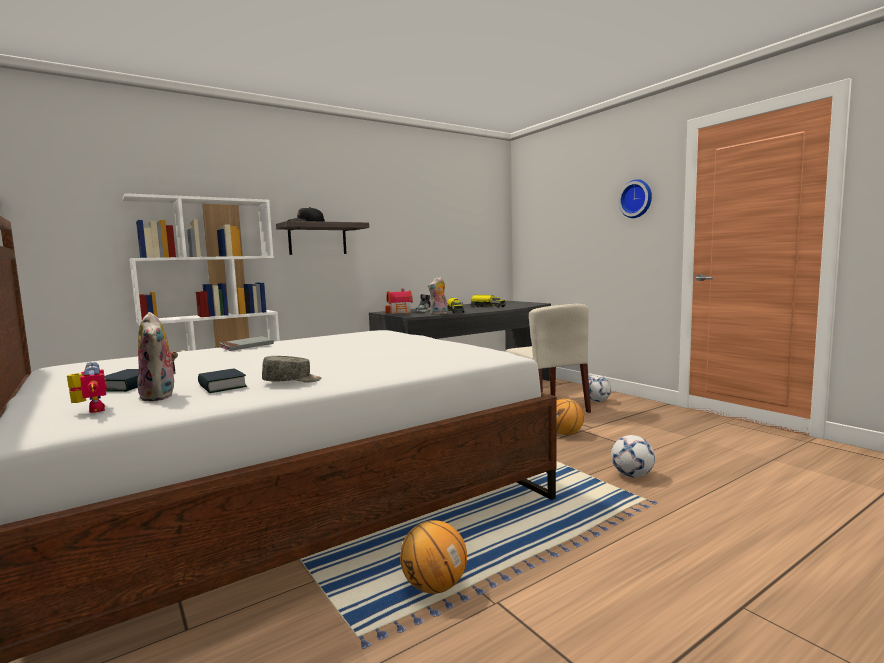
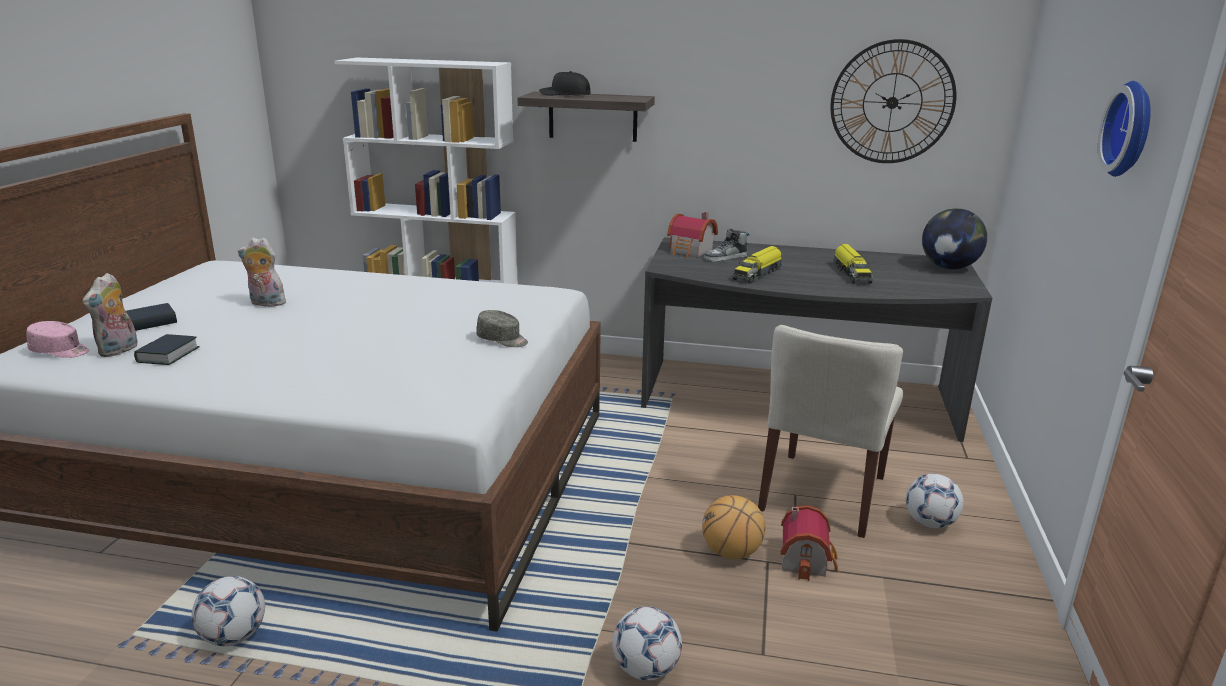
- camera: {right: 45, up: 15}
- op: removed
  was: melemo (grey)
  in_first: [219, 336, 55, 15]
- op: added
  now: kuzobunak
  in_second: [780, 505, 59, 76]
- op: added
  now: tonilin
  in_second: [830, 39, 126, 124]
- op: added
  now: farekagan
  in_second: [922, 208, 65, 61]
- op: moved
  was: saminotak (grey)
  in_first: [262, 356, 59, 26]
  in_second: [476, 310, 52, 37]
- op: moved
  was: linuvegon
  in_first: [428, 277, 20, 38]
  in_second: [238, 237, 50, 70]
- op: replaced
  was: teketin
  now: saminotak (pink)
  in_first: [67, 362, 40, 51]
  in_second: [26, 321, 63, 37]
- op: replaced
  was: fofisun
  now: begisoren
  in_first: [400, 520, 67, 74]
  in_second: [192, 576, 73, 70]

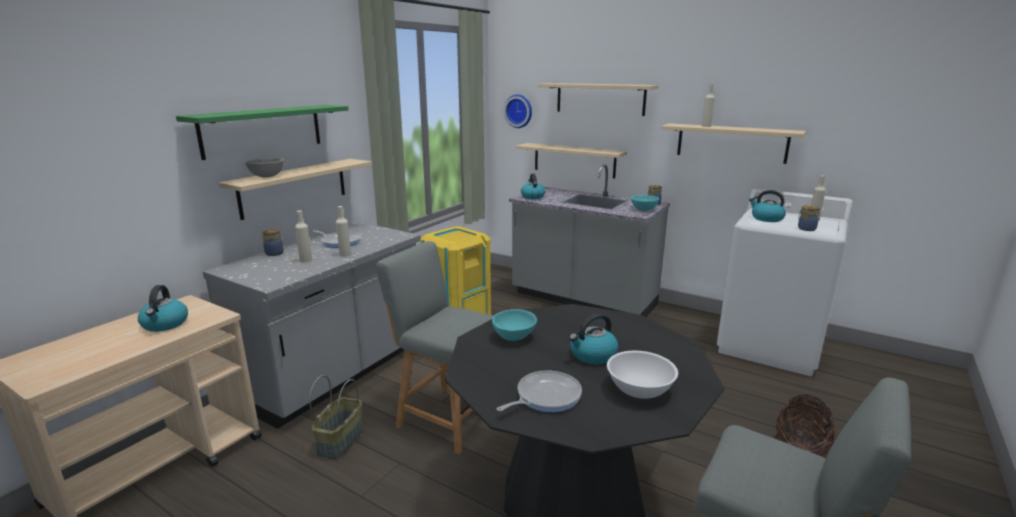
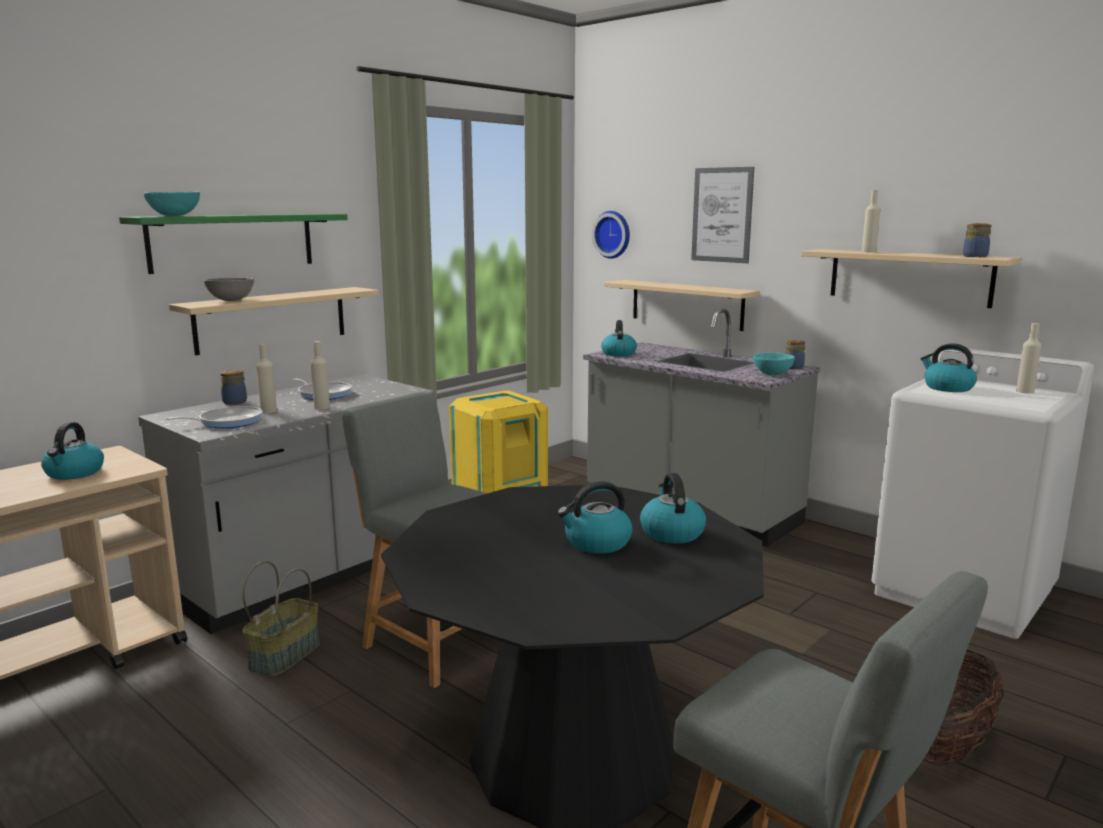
- camera: {right: 10, up: -5}
- op: removed
  was: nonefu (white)
  in_first: [607, 351, 71, 48]
- op: added
  now: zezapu
  in_second: [640, 473, 66, 71]
- op: moved
  was: nonefu (turquoise)
  in_first: [492, 309, 45, 32]
  in_second: [144, 191, 56, 25]
- op: moved
  was: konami
  in_first: [497, 371, 85, 41]
  in_second: [165, 406, 98, 22]
- op: moved
  was: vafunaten
  in_first: [798, 205, 22, 26]
  in_second: [963, 223, 28, 34]
- op: replaced
  was: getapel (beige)
  now: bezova
  in_first: [538, 83, 120, 33]
  in_second: [691, 167, 63, 96]

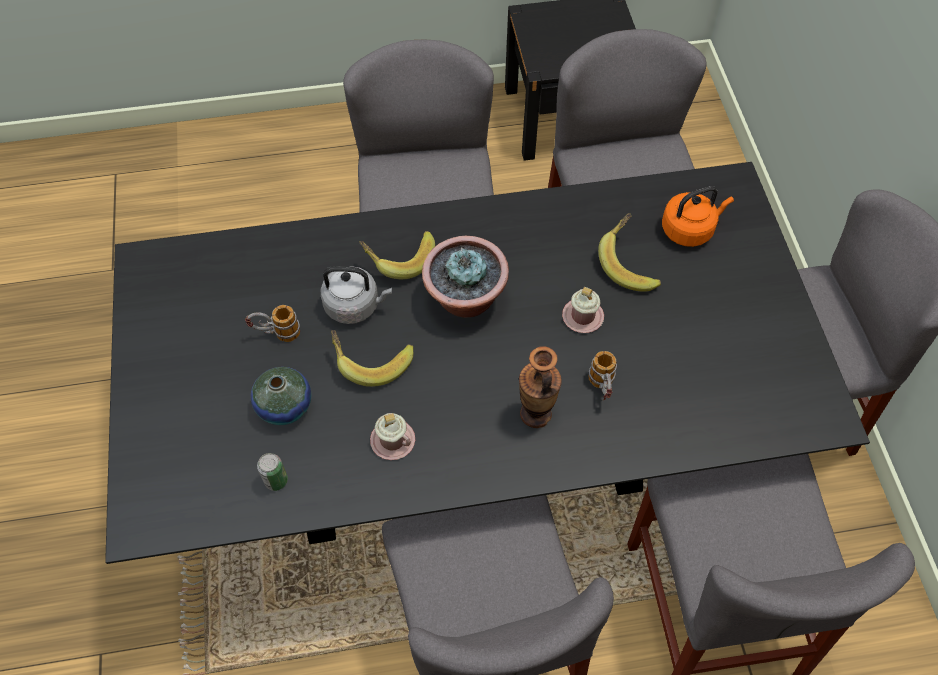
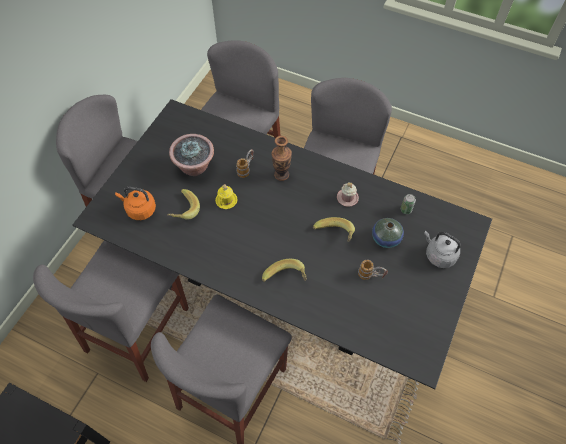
- camera: {right: -145, up: 0}
- op: moved
  was: zezapu (grey)
  in_first: [321, 266, 71, 58]
  in_second: [424, 231, 37, 37]
- op: moved
  was: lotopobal
  in_first: [422, 236, 87, 82]
  in_second: [169, 134, 45, 42]
- op: recoloured
  was: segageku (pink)
  now: segageku (yellow)
  in_first: [562, 287, 42, 46]
  in_second: [215, 184, 23, 25]

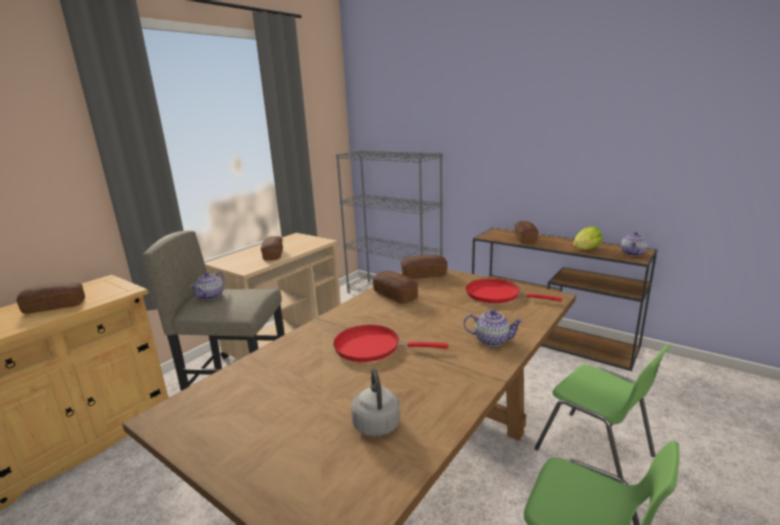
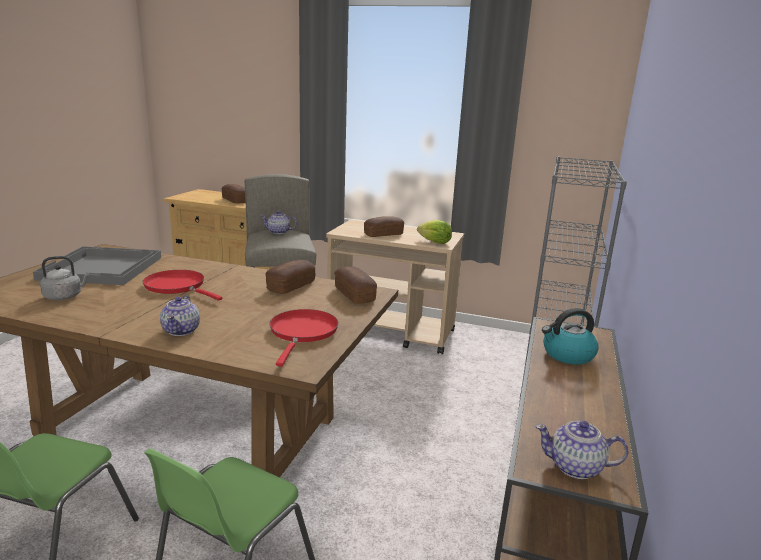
- camera: {right: 70, up: 0}
- op: added
  now: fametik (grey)
  in_second: [33, 246, 128, 39]
- op: moved
  was: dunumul
  in_first: [573, 226, 30, 24]
  in_second: [417, 220, 35, 24]
- op: replaced
  was: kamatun
  now: zezapu
  in_first: [514, 221, 25, 23]
  in_second: [542, 308, 57, 57]
- op: turned
  was: konami (red)
  in_first: [333, 325, 115, 37]
  in_second: [143, 270, 79, 31]
  clockwise: -45

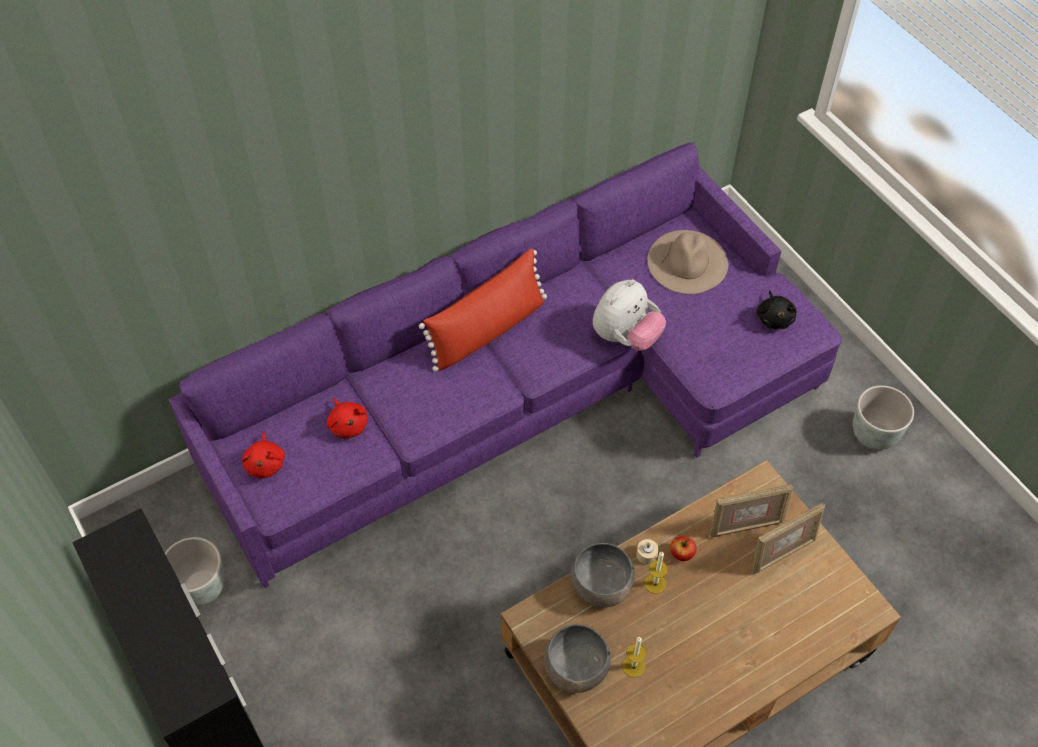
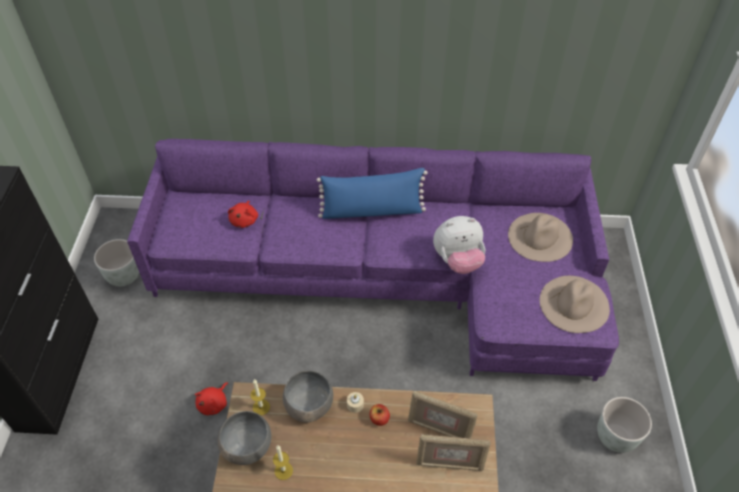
- camera: {right: 35, up: -5}
- op: moved
  was: linuvegon (red)
  in_first: [242, 433, 43, 45]
  in_second: [195, 382, 33, 33]
- op: moved
  was: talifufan
  in_first: [644, 552, 24, 42]
  in_second: [250, 379, 20, 36]
- op: replaced
  was: linuvegon (black)
  now: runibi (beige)
  in_first: [757, 291, 40, 38]
  in_second: [540, 276, 70, 57]
- op: recoloured
  was: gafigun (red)
  now: gafigun (blue)
  in_first: [419, 248, 128, 124]
  in_second: [317, 168, 110, 51]

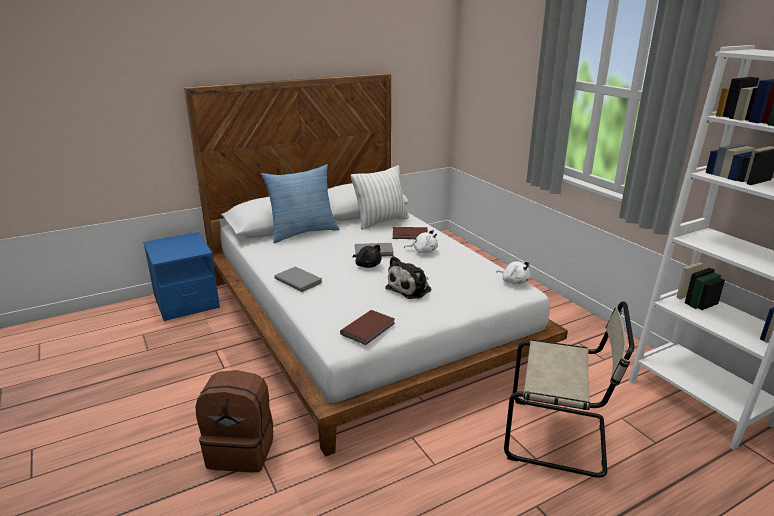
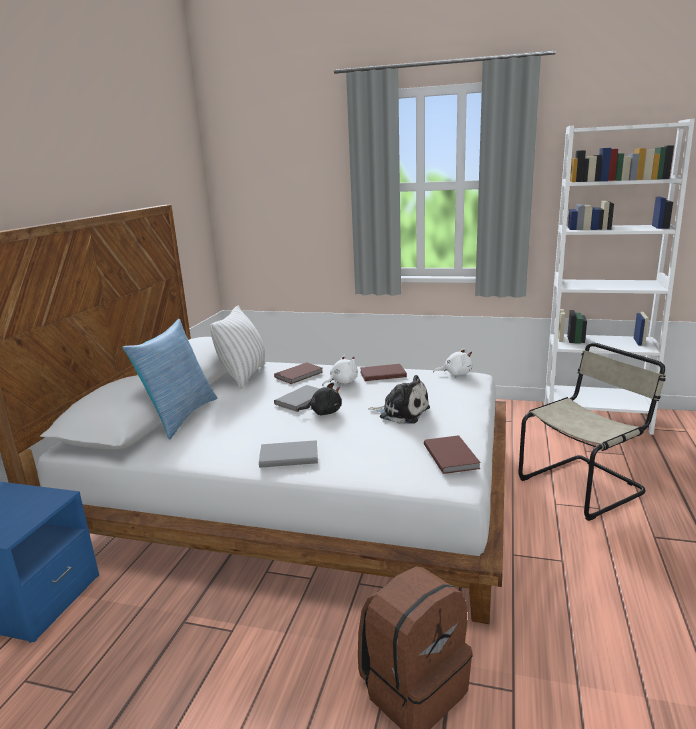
- camera: {right: -45, up: -5}
- op: added
  now: melemo (brown)
  in_second: [360, 364, 47, 17]
- op: turned
  was: linuvegon
  in_first: [385, 256, 46, 43]
  in_second: [368, 375, 62, 49]
  clockwise: -60

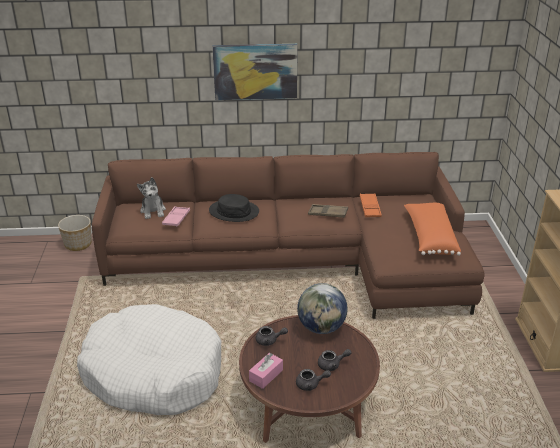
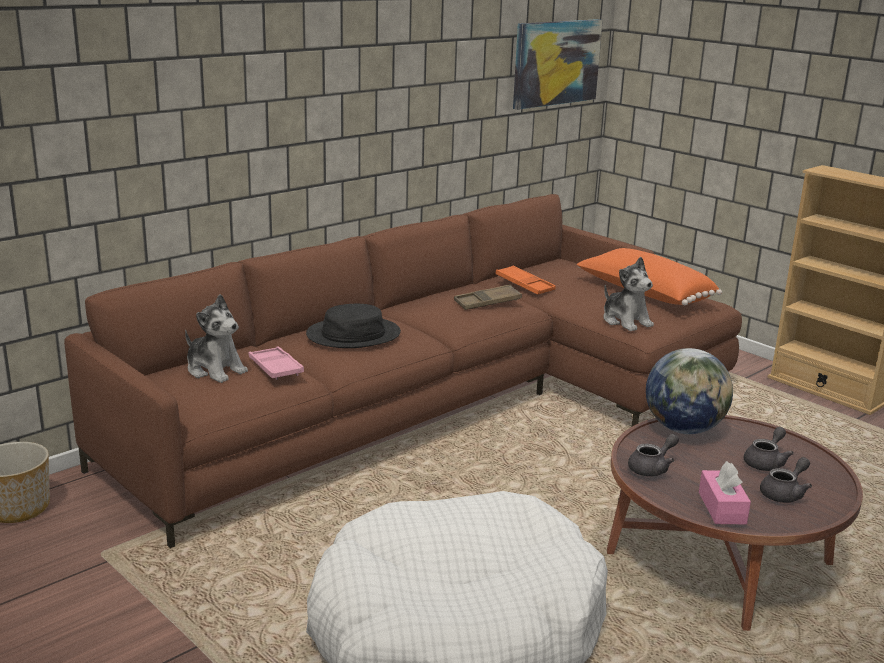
- camera: {right: -40, up: -10}
- op: added
  now: linuvegon
  in_second: [603, 257, 51, 74]
- op: moved
  was: bezova
  in_first: [212, 44, 86, 56]
  in_second: [513, 19, 90, 91]

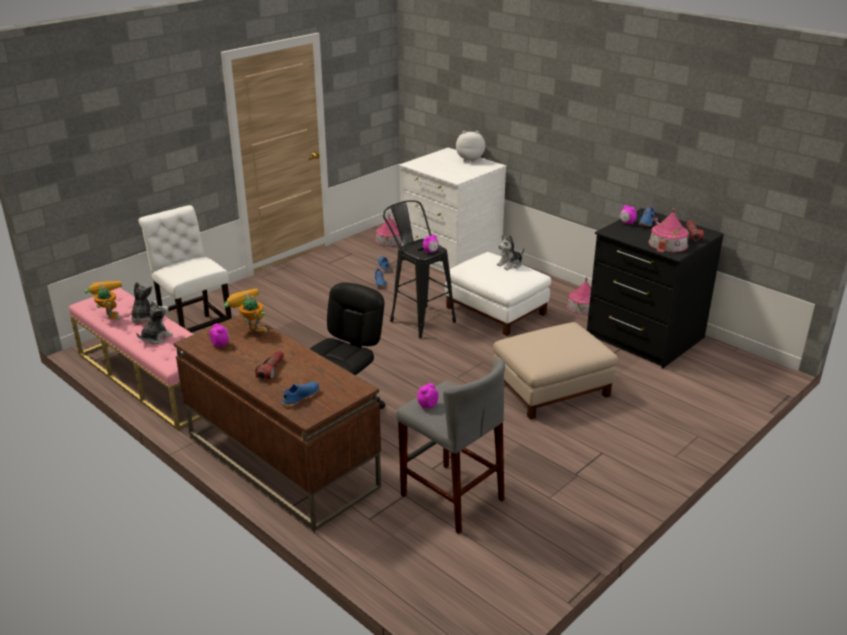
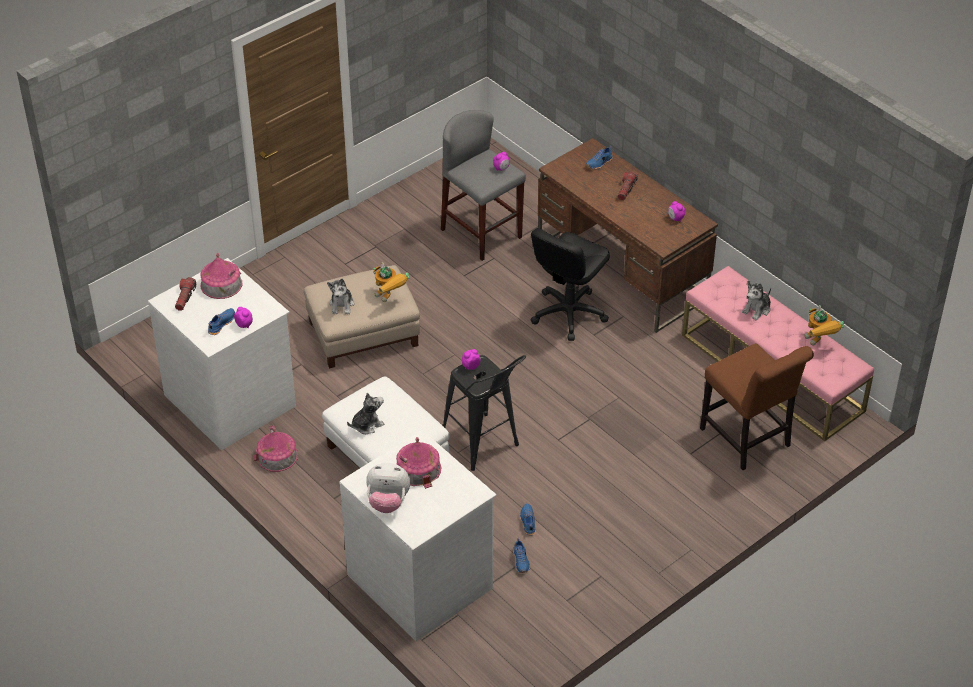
- camera: {right: -175, up: 15}
- op: moved
  was: linuvegon
  in_first: [131, 282, 21, 41]
  in_second: [327, 278, 28, 36]
- op: moved
  was: teketin
  in_first: [224, 289, 43, 43]
  in_second: [373, 262, 37, 40]
- op: moved
  was: kuzobunak
  in_first: [375, 214, 27, 33]
  in_second: [396, 437, 45, 52]
- op: recoloured
  was: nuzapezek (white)
  now: nuzapezek (brown)
  in_first: [138, 205, 94, 128]
  in_second: [700, 343, 114, 127]
- op: recoloured
  was: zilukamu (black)
  now: zilukamu (white)
  in_first: [587, 208, 137, 160]
  in_second: [148, 258, 148, 192]

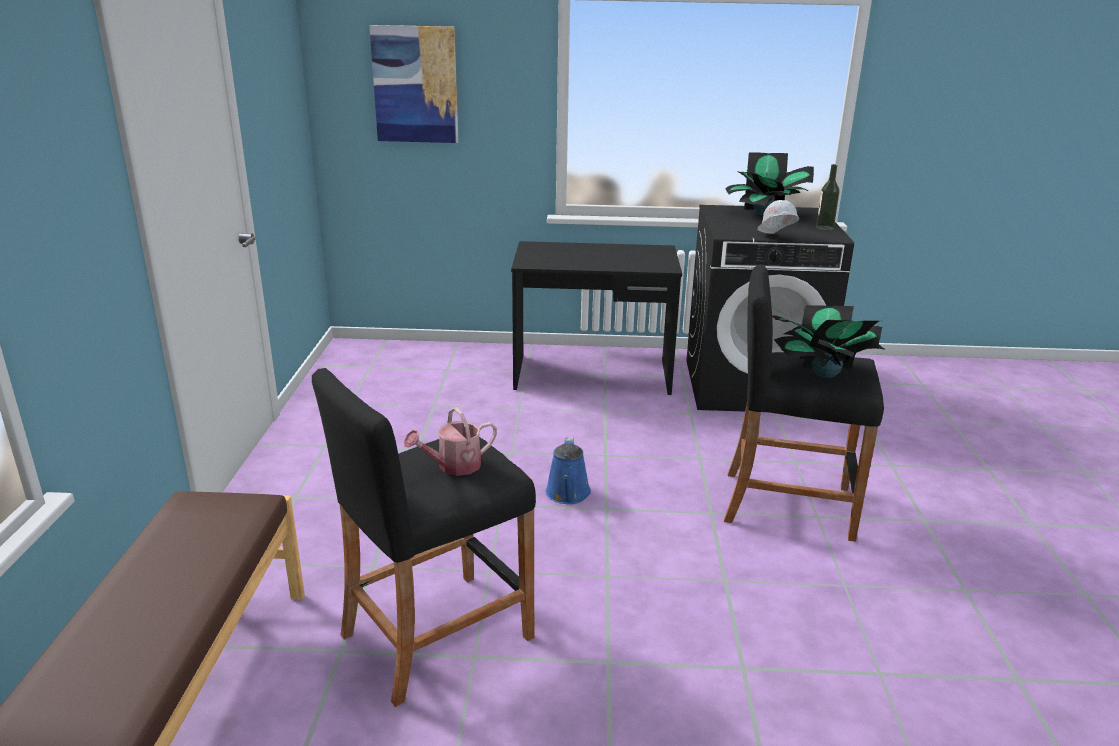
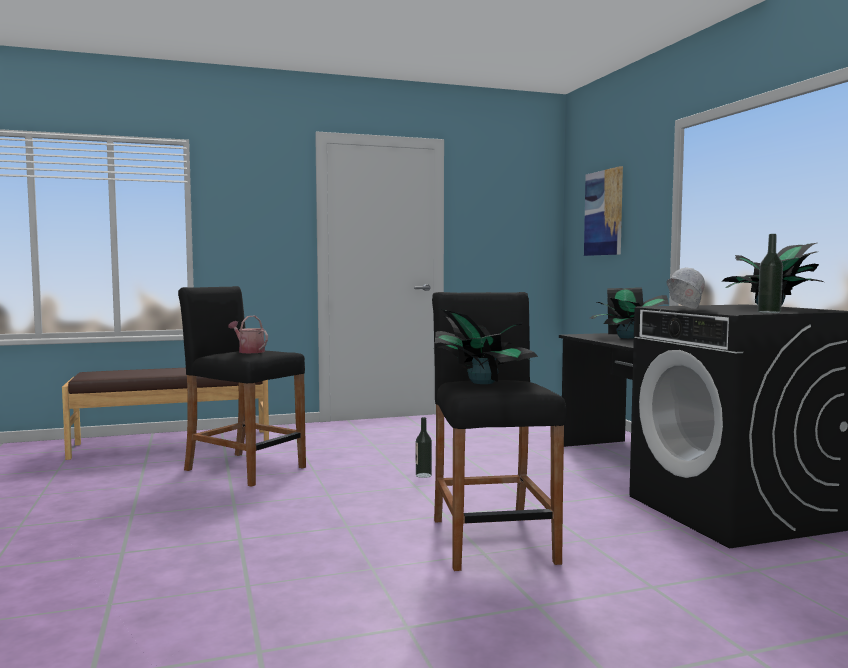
- camera: {right: 70, up: -20}
- op: added
  now: lotopobal
  in_second: [590, 287, 79, 51]
- op: replaced
  was: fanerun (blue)
  now: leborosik
  in_first: [545, 437, 46, 67]
  in_second: [416, 417, 16, 61]

